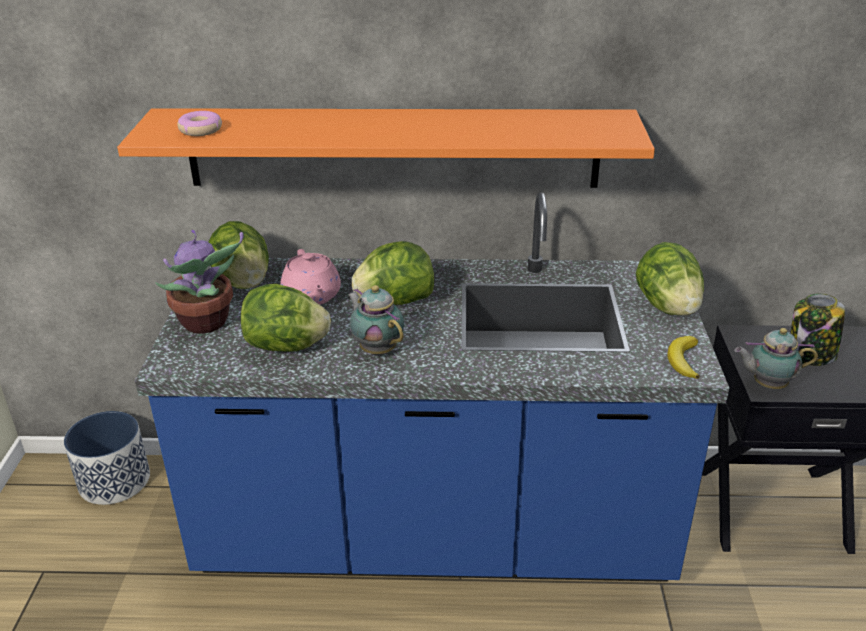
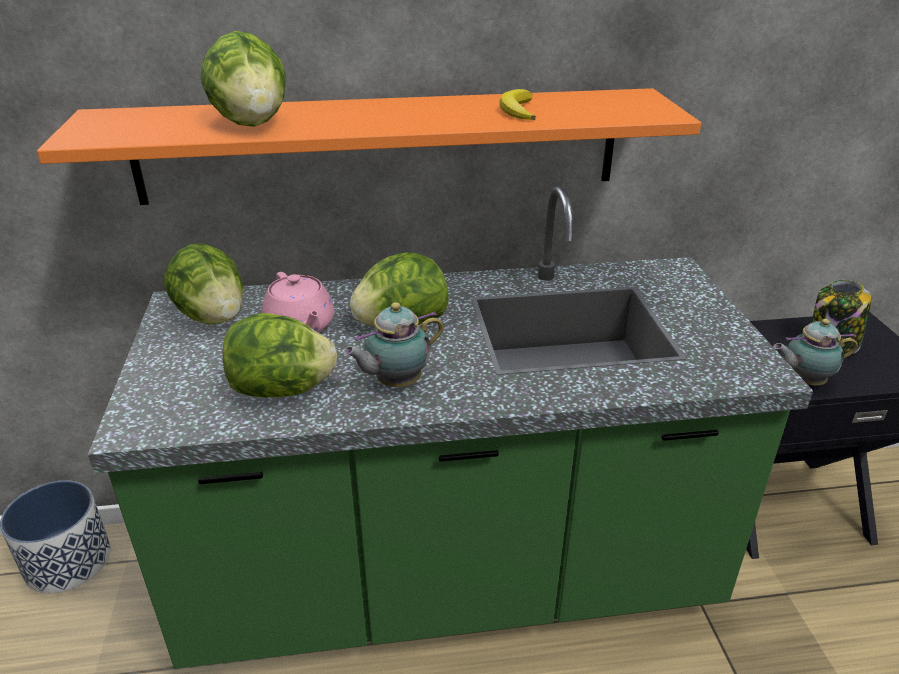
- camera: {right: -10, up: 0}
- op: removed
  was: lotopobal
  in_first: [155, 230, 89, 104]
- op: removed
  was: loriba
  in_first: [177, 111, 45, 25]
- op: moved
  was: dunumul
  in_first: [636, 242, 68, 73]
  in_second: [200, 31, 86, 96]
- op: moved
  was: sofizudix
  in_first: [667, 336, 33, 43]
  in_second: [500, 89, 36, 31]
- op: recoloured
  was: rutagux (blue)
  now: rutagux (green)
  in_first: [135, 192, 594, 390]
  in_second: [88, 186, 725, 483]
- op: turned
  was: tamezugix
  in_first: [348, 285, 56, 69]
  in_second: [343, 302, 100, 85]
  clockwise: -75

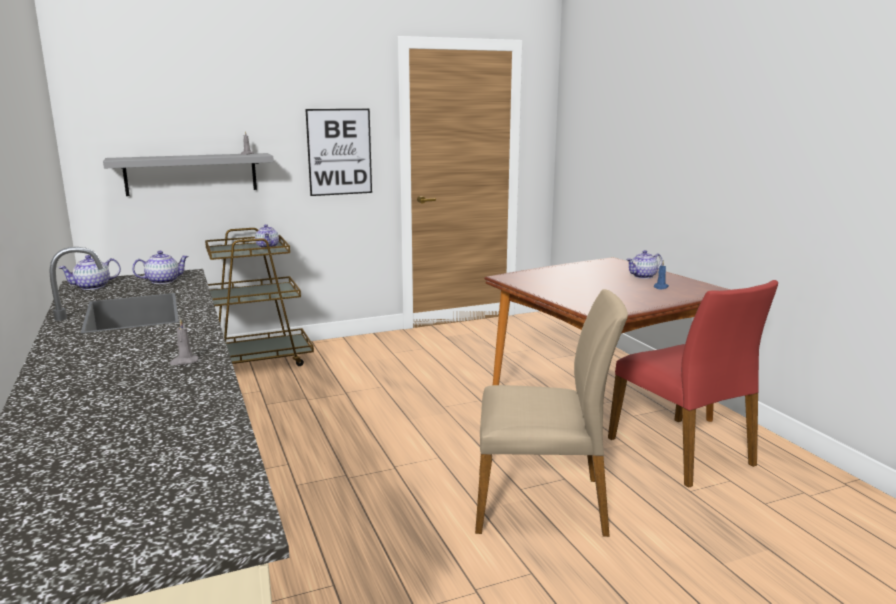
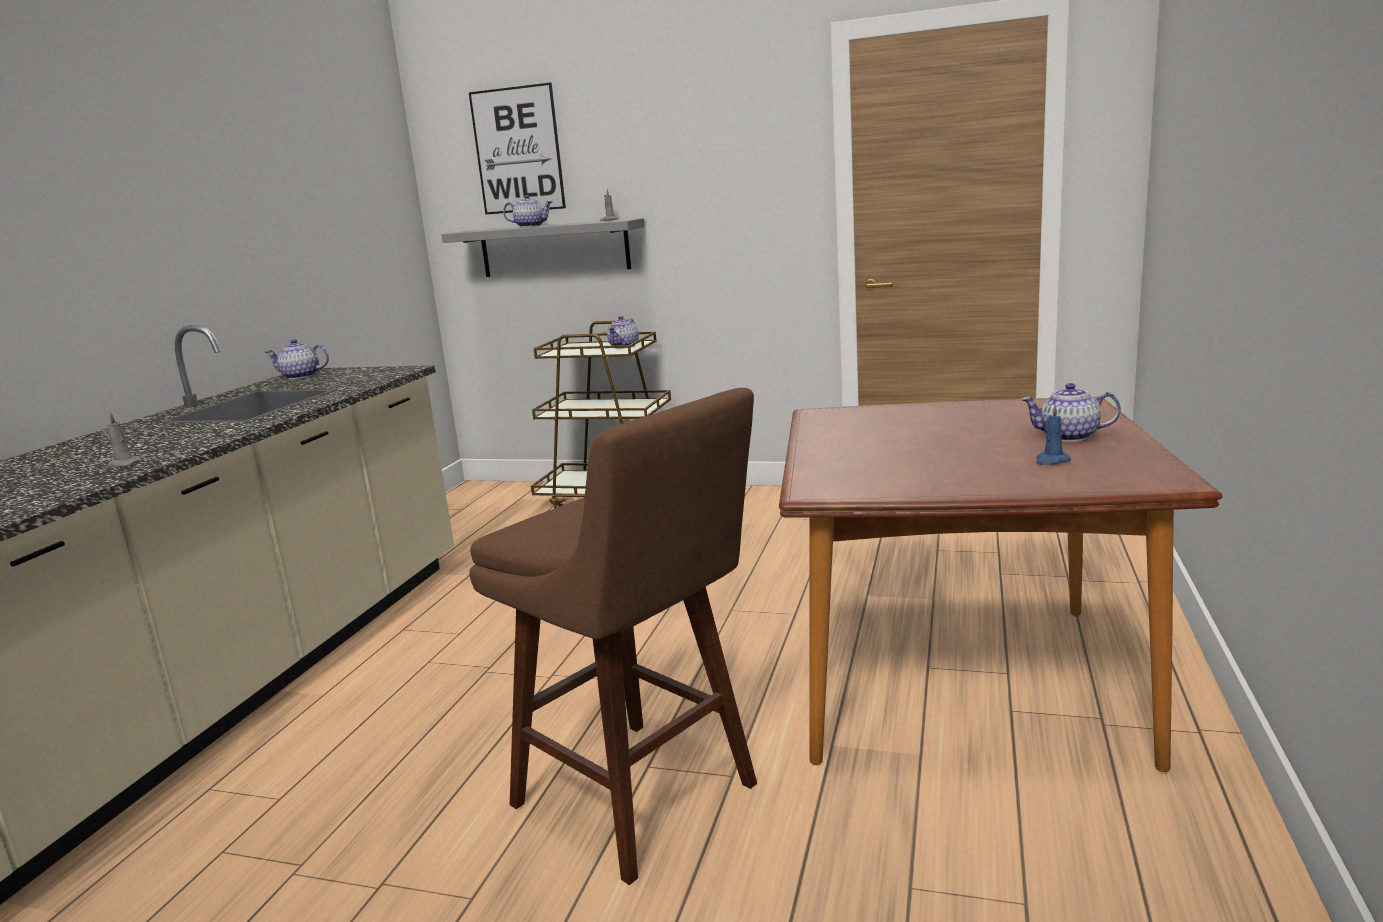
- camera: {right: 40, up: 0}
- op: removed
  was: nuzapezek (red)
  in_first: [608, 280, 170, 208]
- op: moved
  was: tamezugix
  in_first: [132, 251, 57, 33]
  in_second: [503, 195, 50, 32]
- op: moved
  was: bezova
  in_first: [305, 109, 67, 87]
  in_second: [469, 82, 97, 133]
- op: replaced
  was: nuzapezek (beige)
  now: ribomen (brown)
  in_first: [475, 289, 153, 248]
  in_second: [469, 388, 288, 497]

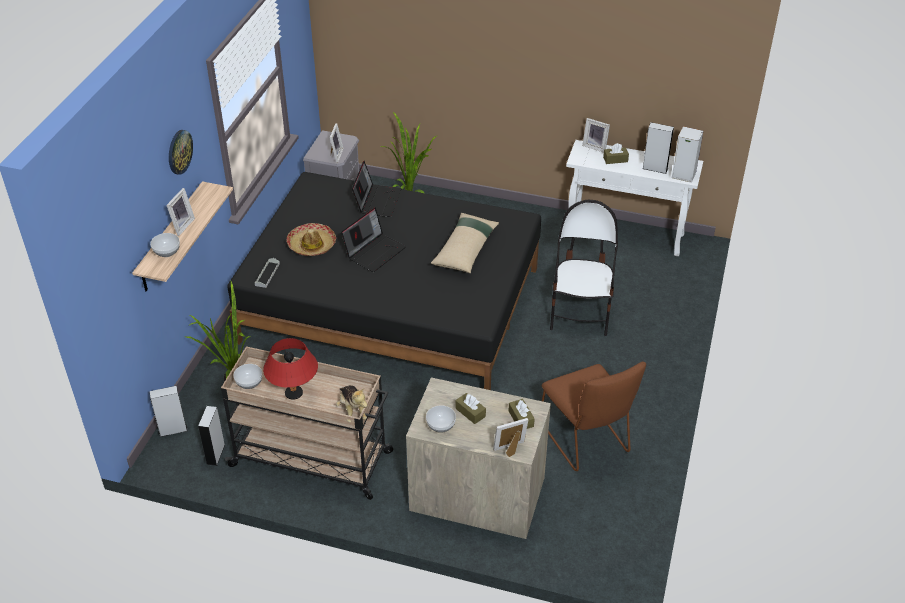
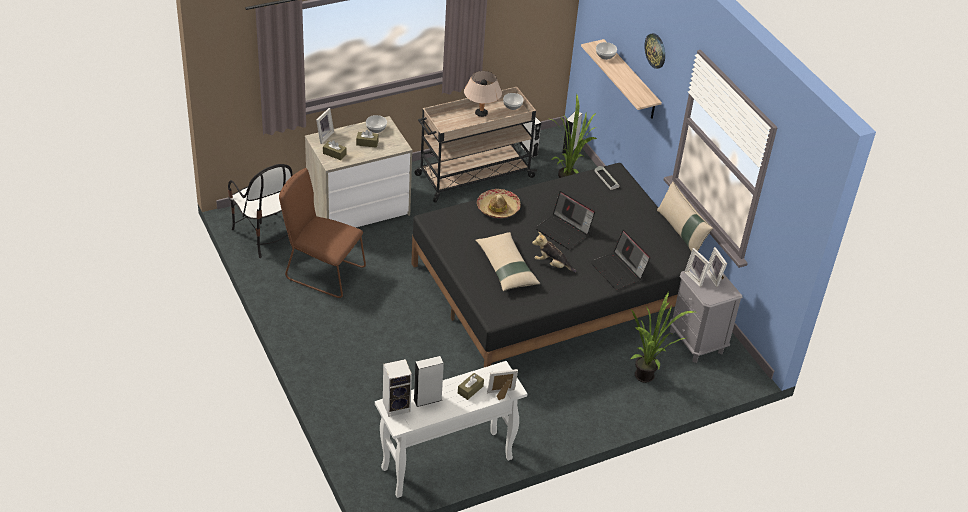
- camera: {right: 135, up: 0}
- op: added
  now: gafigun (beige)
  in_second: [657, 182, 56, 70]
- op: moved
  was: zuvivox
  in_first: [166, 188, 29, 48]
  in_second: [707, 247, 20, 40]
- op: moved
  was: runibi
  in_first: [286, 223, 50, 33]
  in_second: [477, 189, 44, 29]
- op: moved
  was: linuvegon
  in_first: [336, 385, 32, 37]
  in_second: [532, 232, 44, 41]
- op: moved
  was: nuzapezek
  in_first: [550, 200, 68, 136]
  in_second: [228, 164, 64, 94]
- op: recoloured
  was: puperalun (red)
  now: puperalun (beige)
  in_first: [263, 338, 55, 62]
  in_second: [464, 71, 38, 46]
- op: turned
  was: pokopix
  in_first: [341, 207, 65, 65]
  in_second: [535, 191, 60, 59]
  clockwise: -45

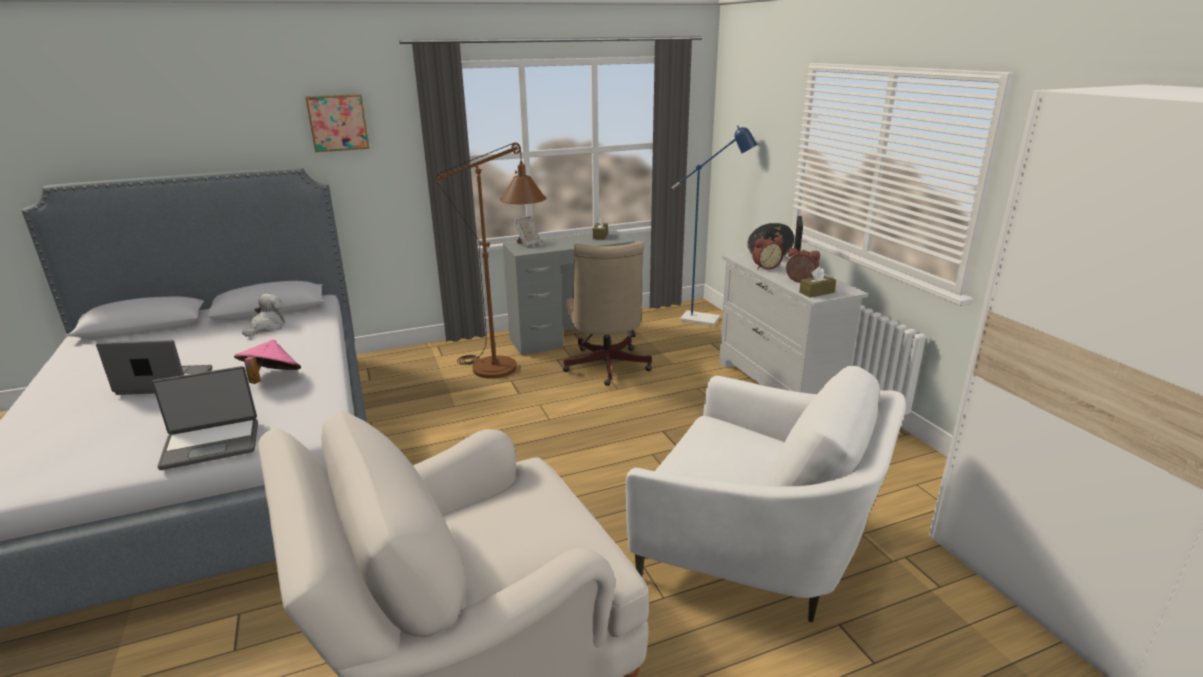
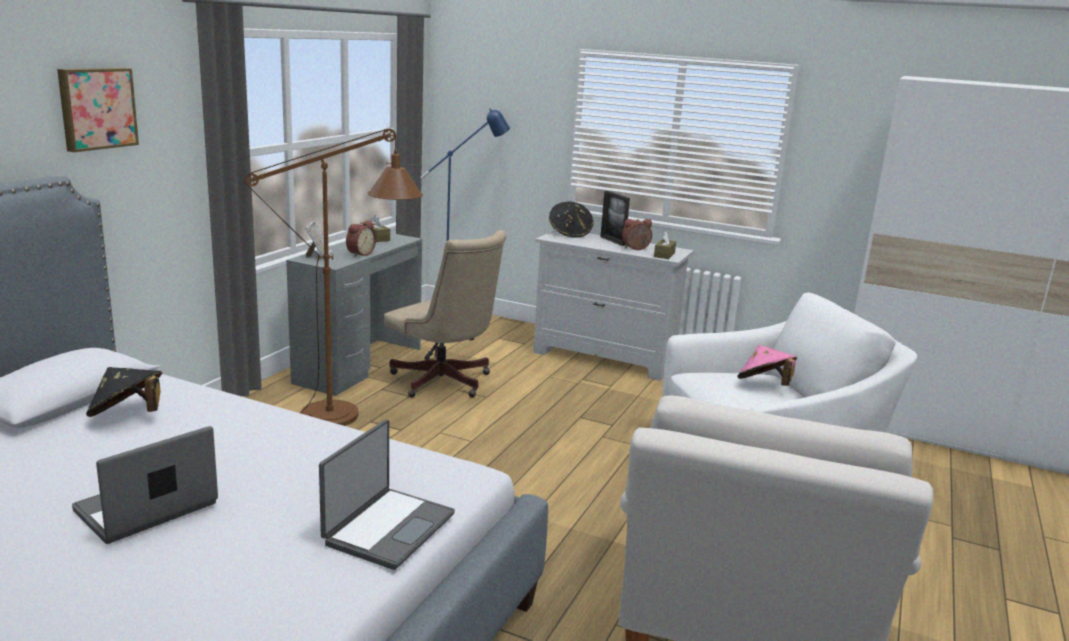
- camera: {right: -45, up: -5}
- op: moved
  was: runibi (pink)
  in_first: [234, 340, 67, 44]
  in_second: [737, 345, 60, 41]
- op: moved
  was: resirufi
  in_first: [752, 237, 32, 33]
  in_second: [346, 220, 30, 37]
- op: replaced
  was: linuvegon
  now: runibi (black)
  in_first: [242, 294, 43, 43]
  in_second: [86, 367, 76, 50]

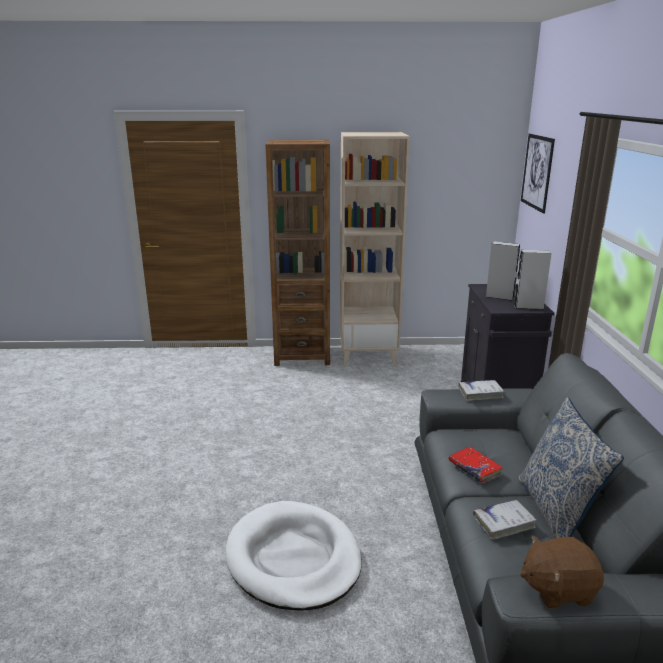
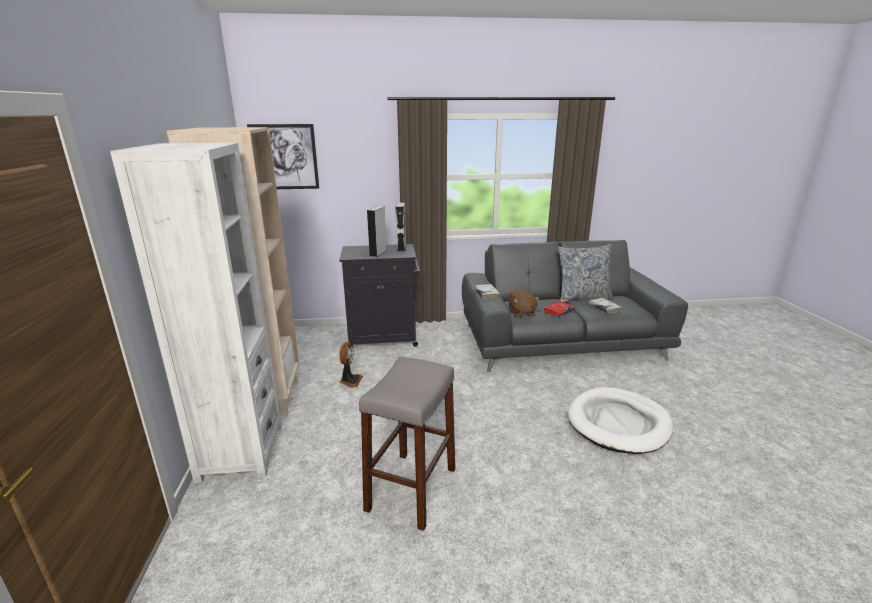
- camera: {right: -95, up: 0}
- op: added
  now: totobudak
  in_second: [339, 342, 24, 46]
- op: added
  now: ribomen (grey)
  in_second: [359, 357, 96, 174]
- op: moved
  was: linuvegon (brown)
  in_first: [521, 535, 83, 74]
  in_second: [508, 289, 31, 29]
- op: recoloured
  was: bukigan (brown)
  now: bukigan (white)
  in_first: [265, 140, 65, 226]
  in_second: [110, 143, 172, 340]

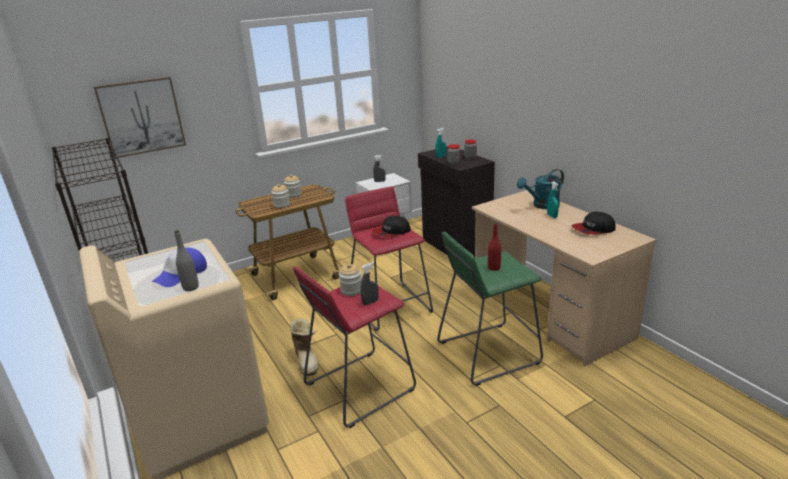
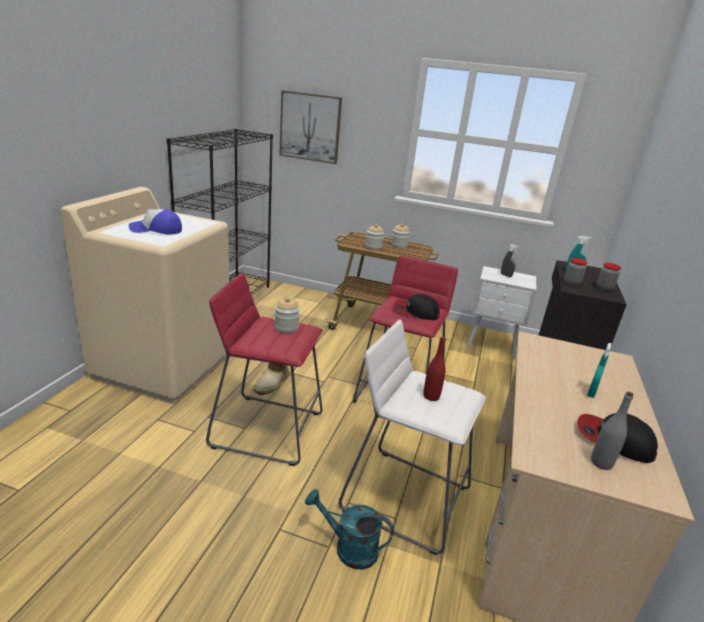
- camera: {right: 45, up: 0}
- op: removed
  was: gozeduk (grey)
  in_first: [360, 262, 19, 43]
- op: moved
  was: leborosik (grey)
  in_first: [174, 230, 25, 61]
  in_second: [591, 391, 42, 79]
- op: moved
  was: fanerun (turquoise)
  in_first: [517, 169, 47, 40]
  in_second: [305, 489, 89, 81]
- op: recoloured
  was: ribomen (green)
  now: ribomen (white)
  in_first: [437, 232, 106, 154]
  in_second: [339, 319, 147, 236]

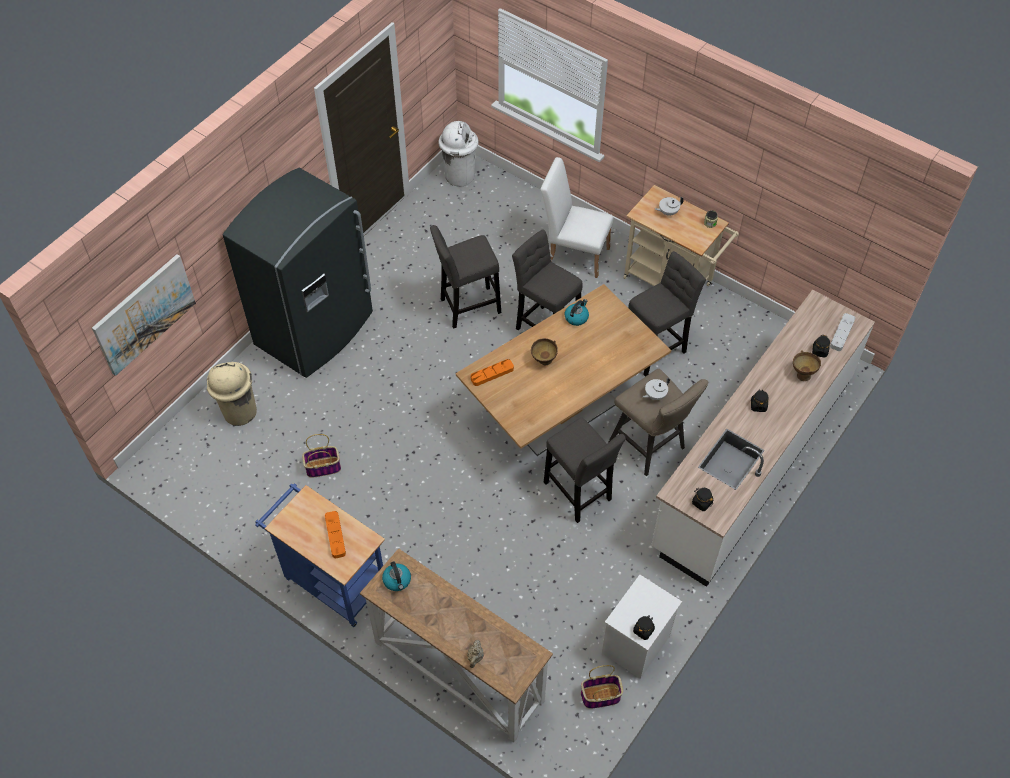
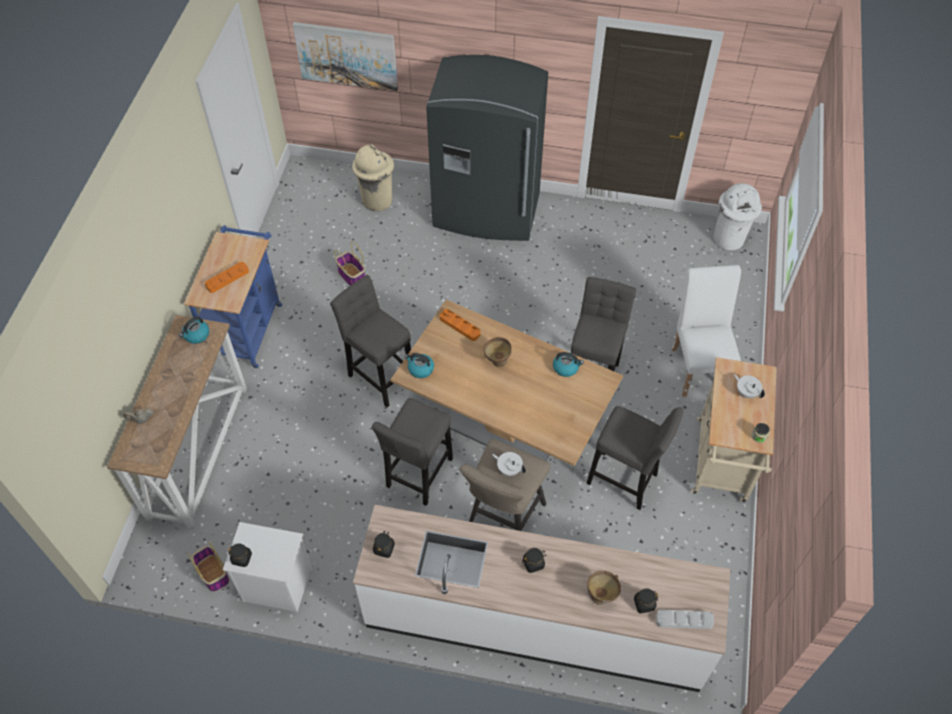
- camera: {right: 65, up: 0}
- op: added
  now: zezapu
  in_second: [404, 353, 30, 25]
- op: moved
  was: ribomen (grey)
  in_first: [430, 225, 71, 104]
  in_second: [330, 275, 81, 133]

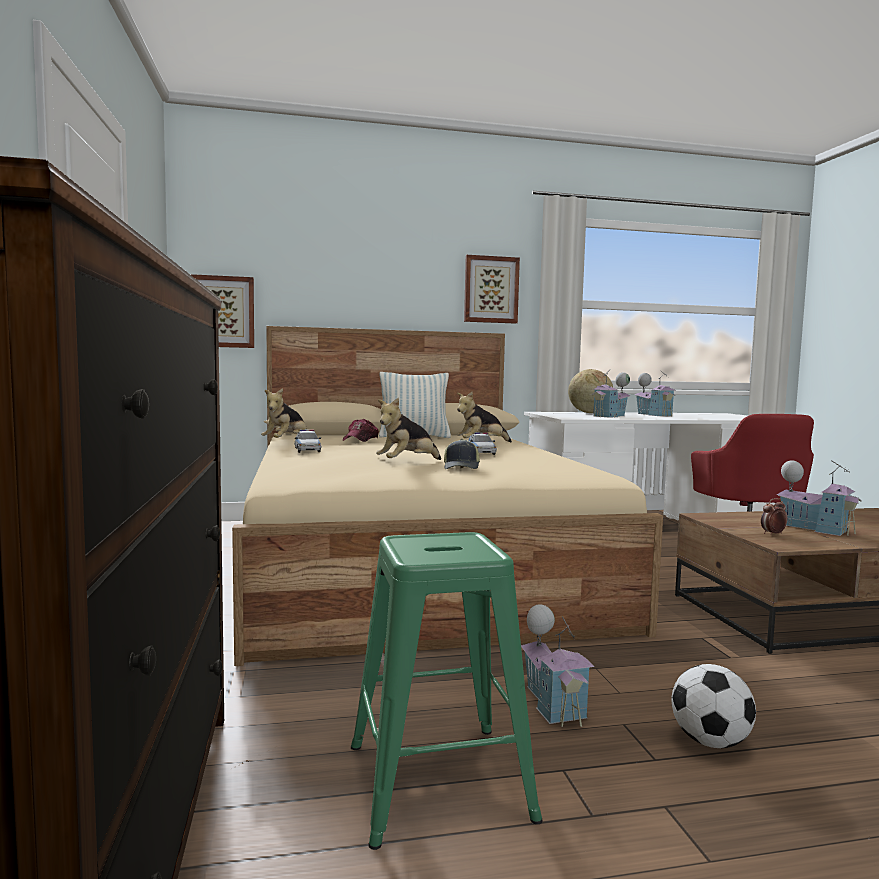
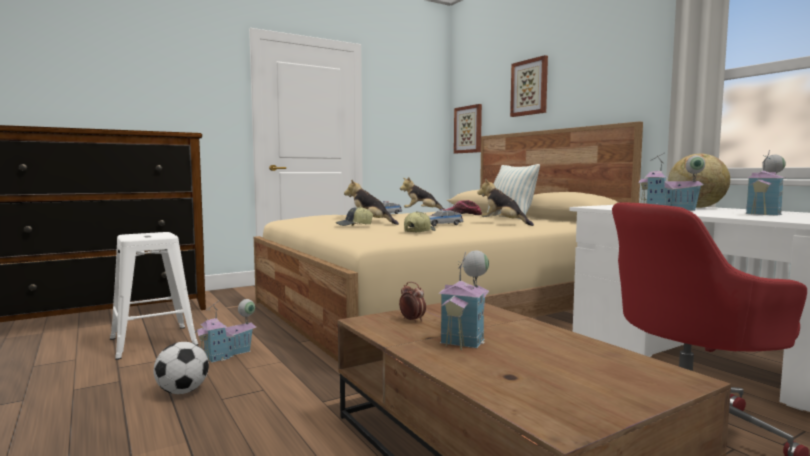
- camera: {right: 70, up: 0}
- op: added
  now: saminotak
  in_second: [404, 211, 32, 21]
- op: moved
  was: bezova
  in_first: [464, 255, 56, 69]
  in_second: [510, 55, 38, 62]
- op: recoloured
  was: ribomen (green)
  now: ribomen (white)
  in_first: [351, 532, 192, 318]
  in_second: [110, 232, 88, 128]

